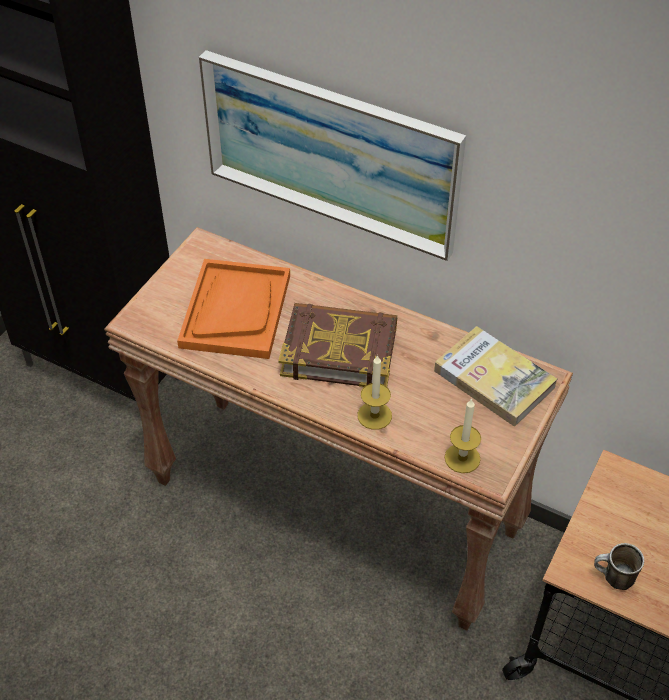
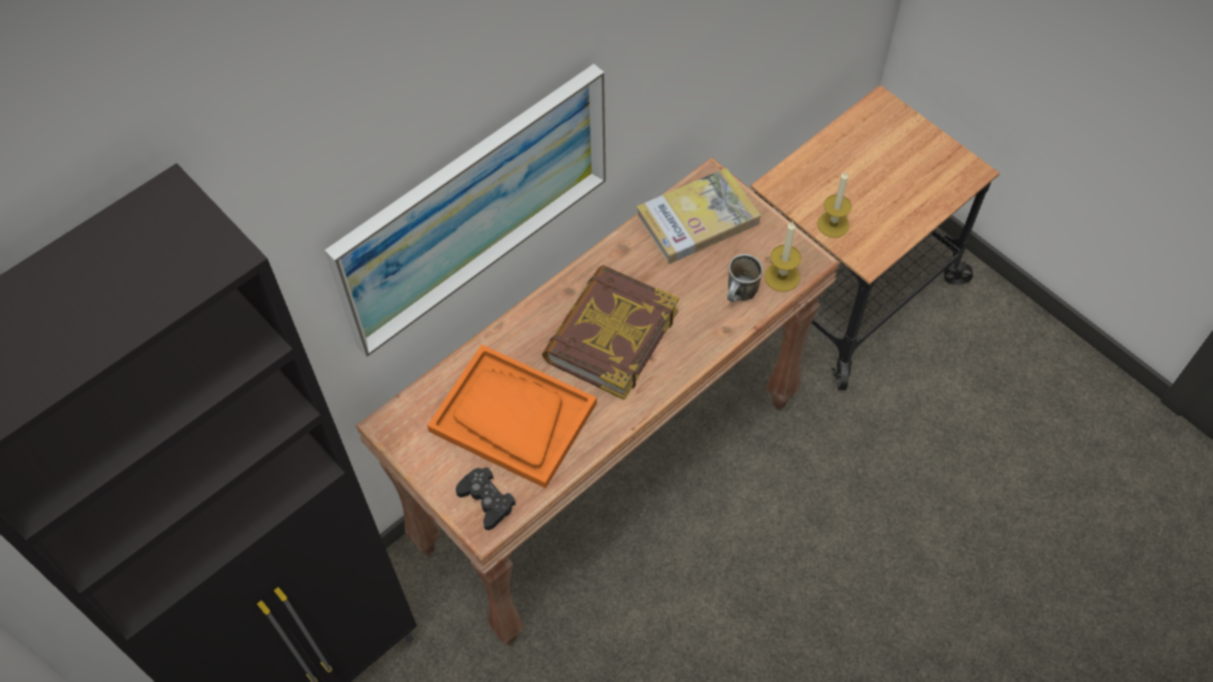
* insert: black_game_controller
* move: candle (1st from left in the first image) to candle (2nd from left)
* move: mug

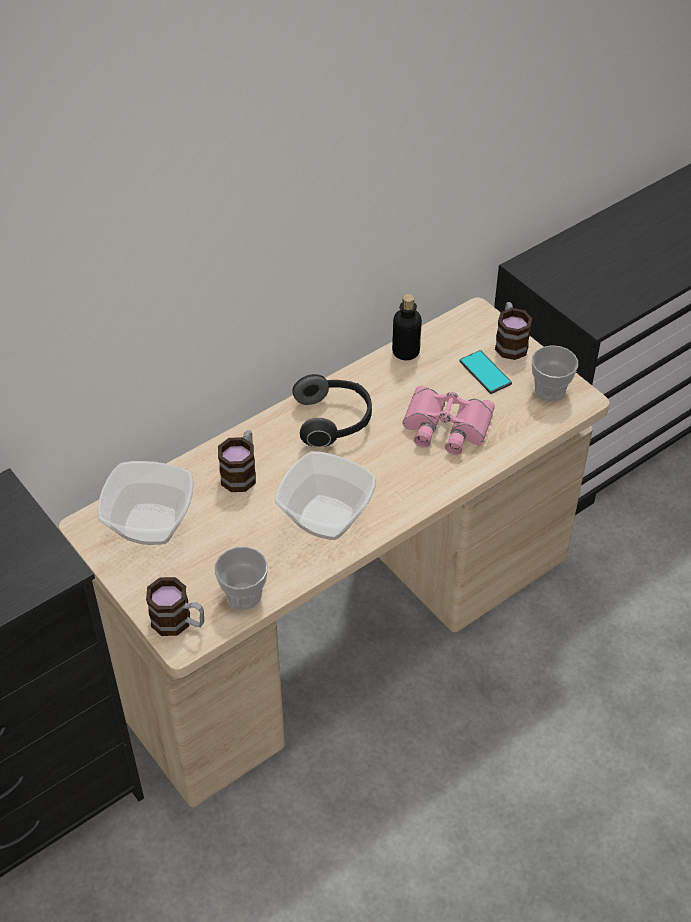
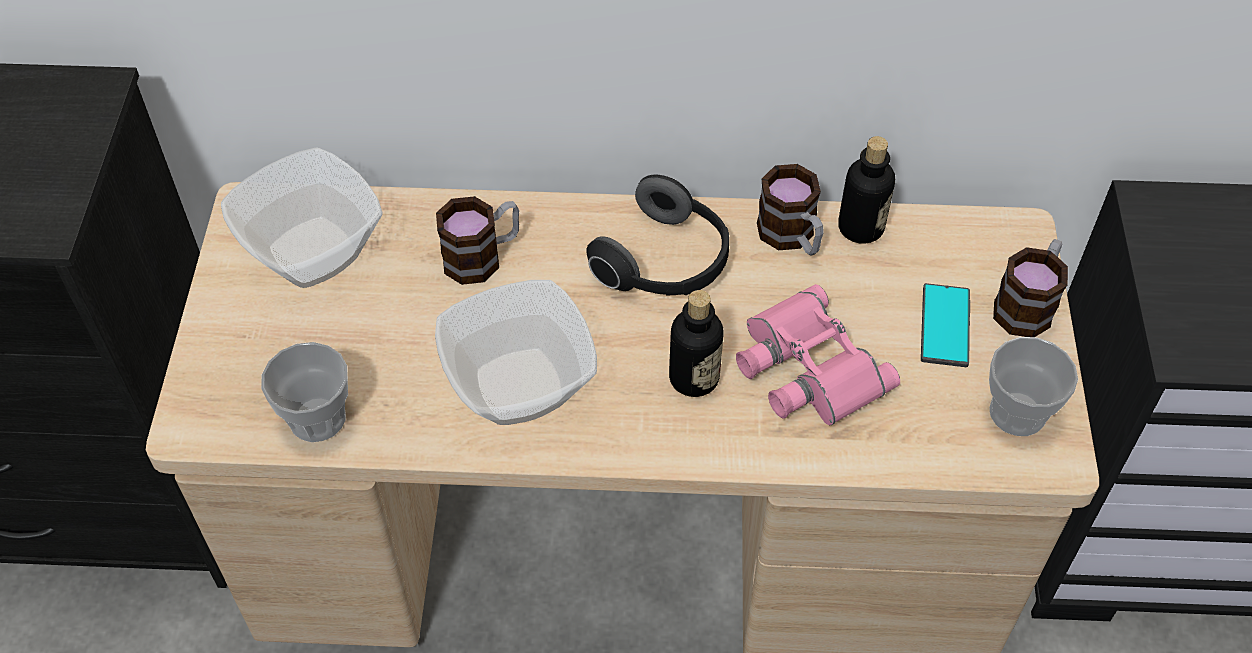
* insert: bottle (1st from left)
* move: mug (1st from left in the first image) to mug (2nd from left)

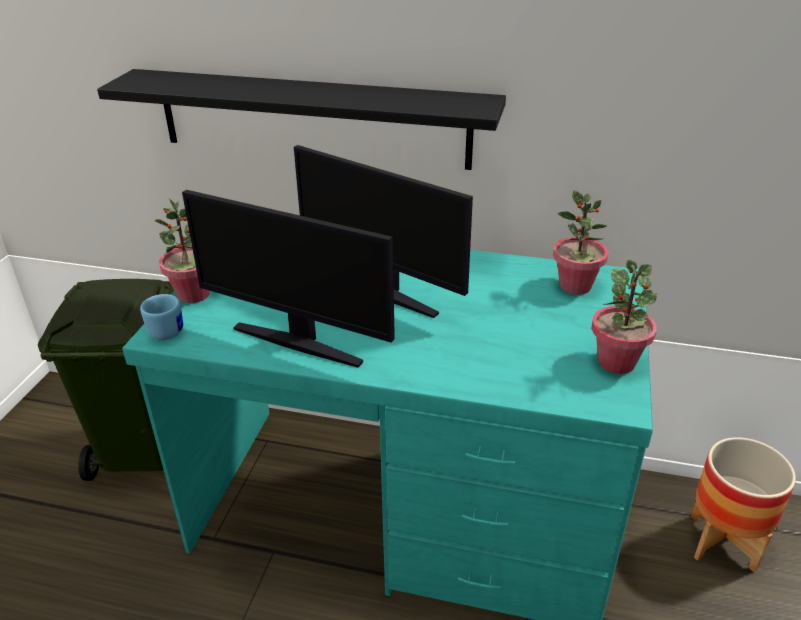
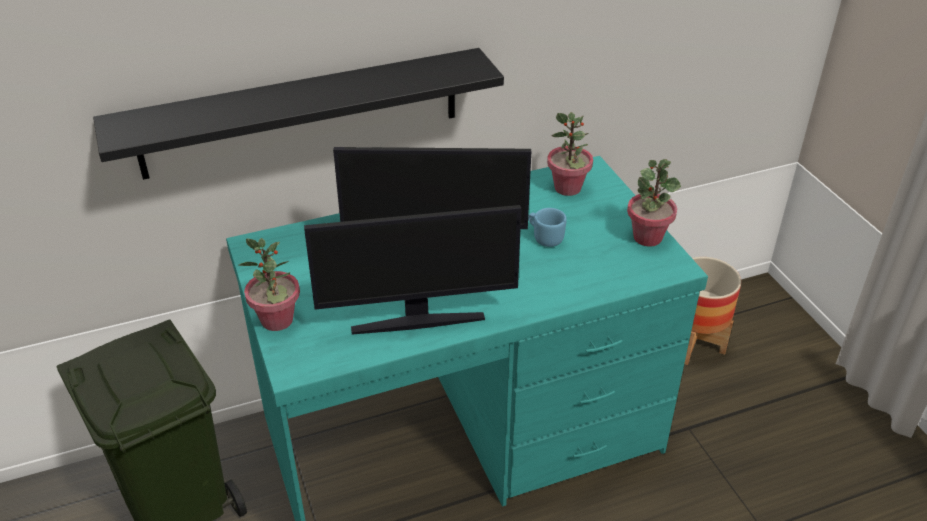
* move: blue_mug

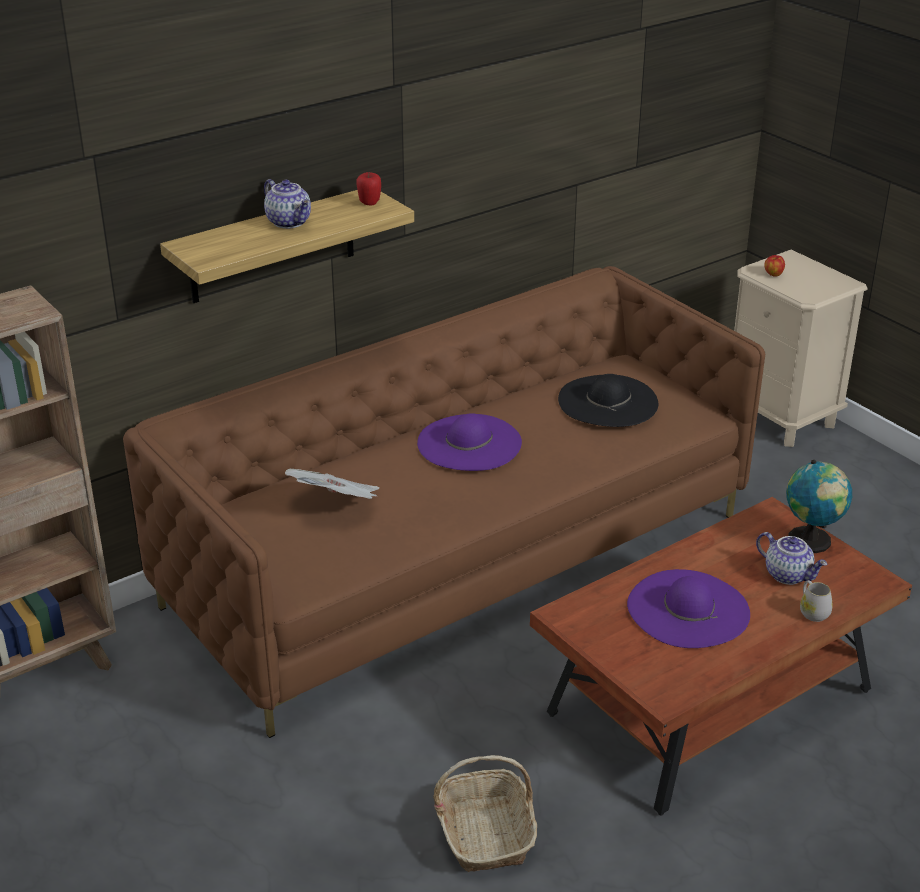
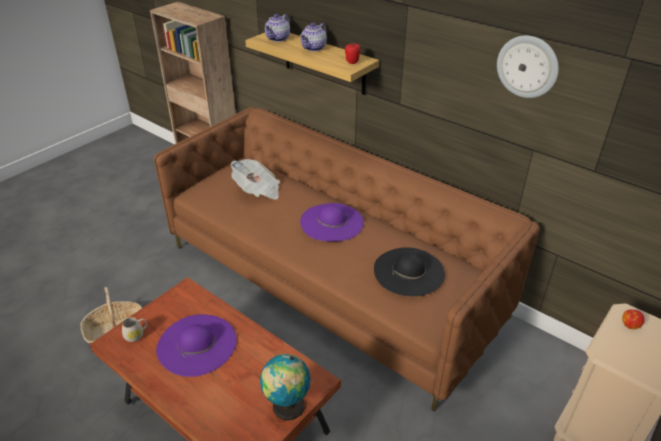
* insert: wall_clock
* move: teapot (2nd from left in the first image) to teapot (1st from left)
* move: white_mug

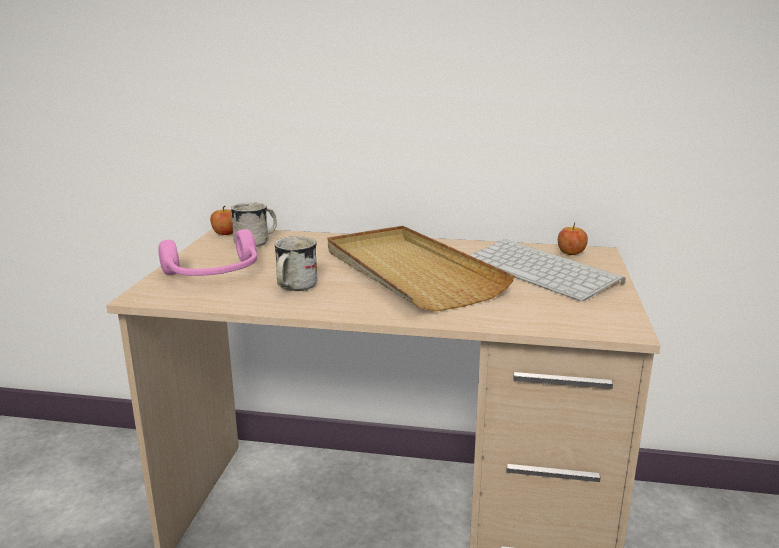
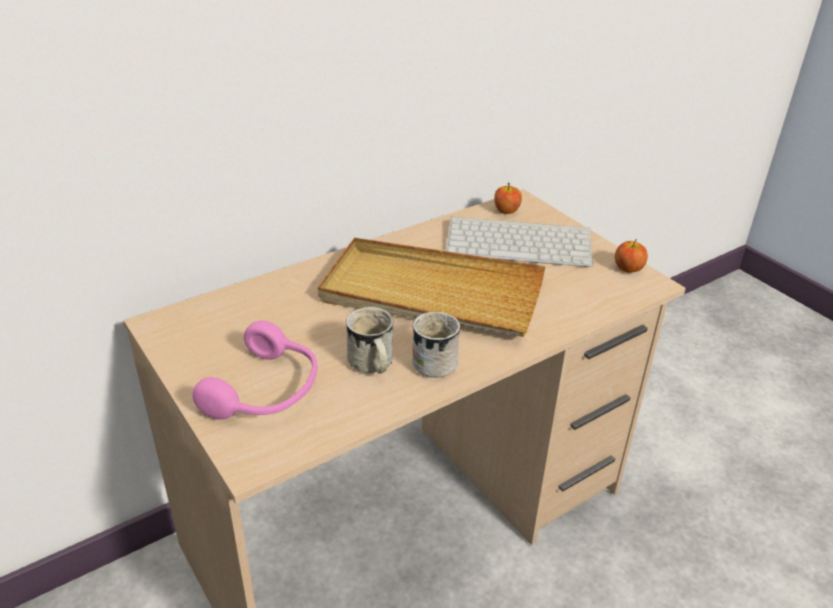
* move: apple (1st from left in the first image) to apple (2nd from left)
* move: white_mug (1st from left in the first image) to white_mug (2nd from left)

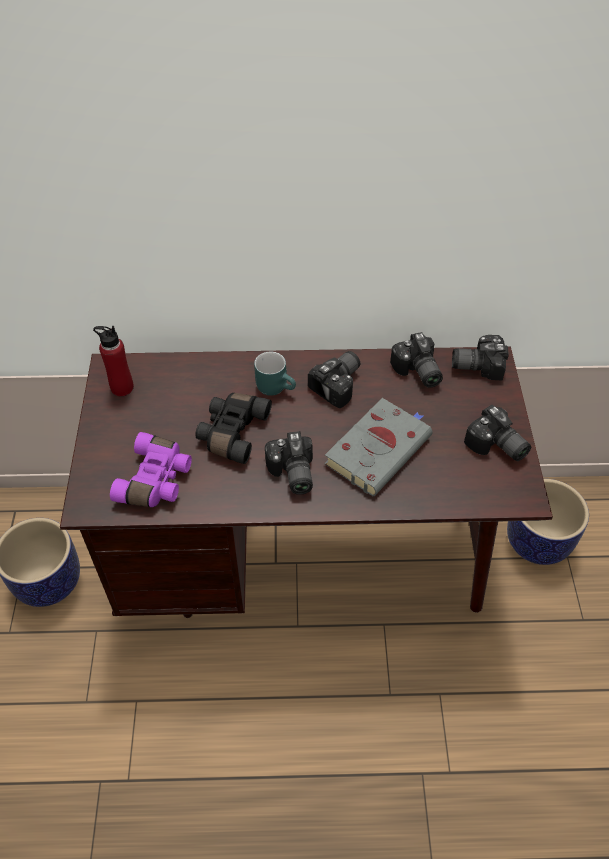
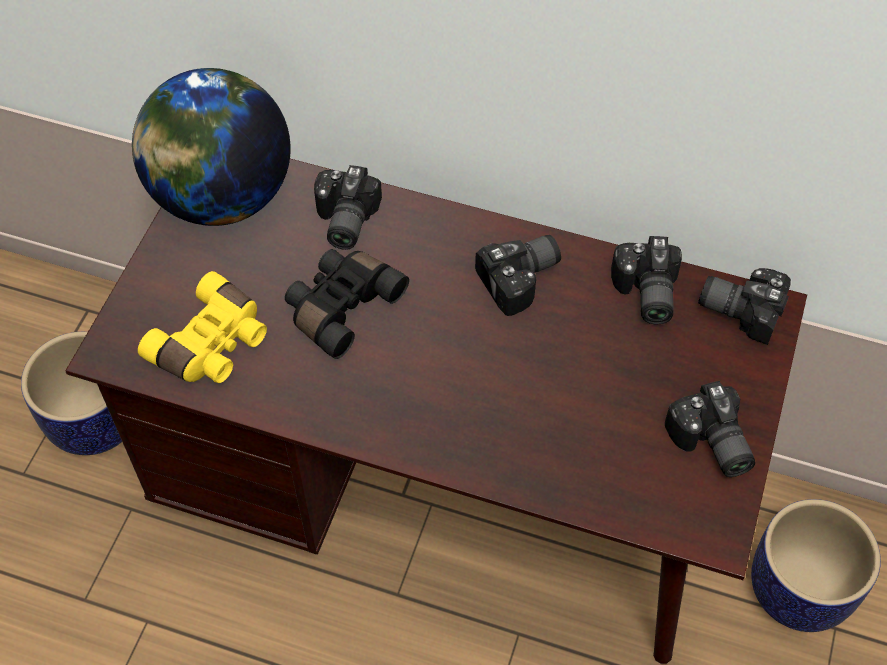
* delete: turquoise_mug
* delete: grey_book
* move: photo_camera (1st from left)
* replace: red_bottle to globe
* recolor: purple_binoculars to yellow_binoculars

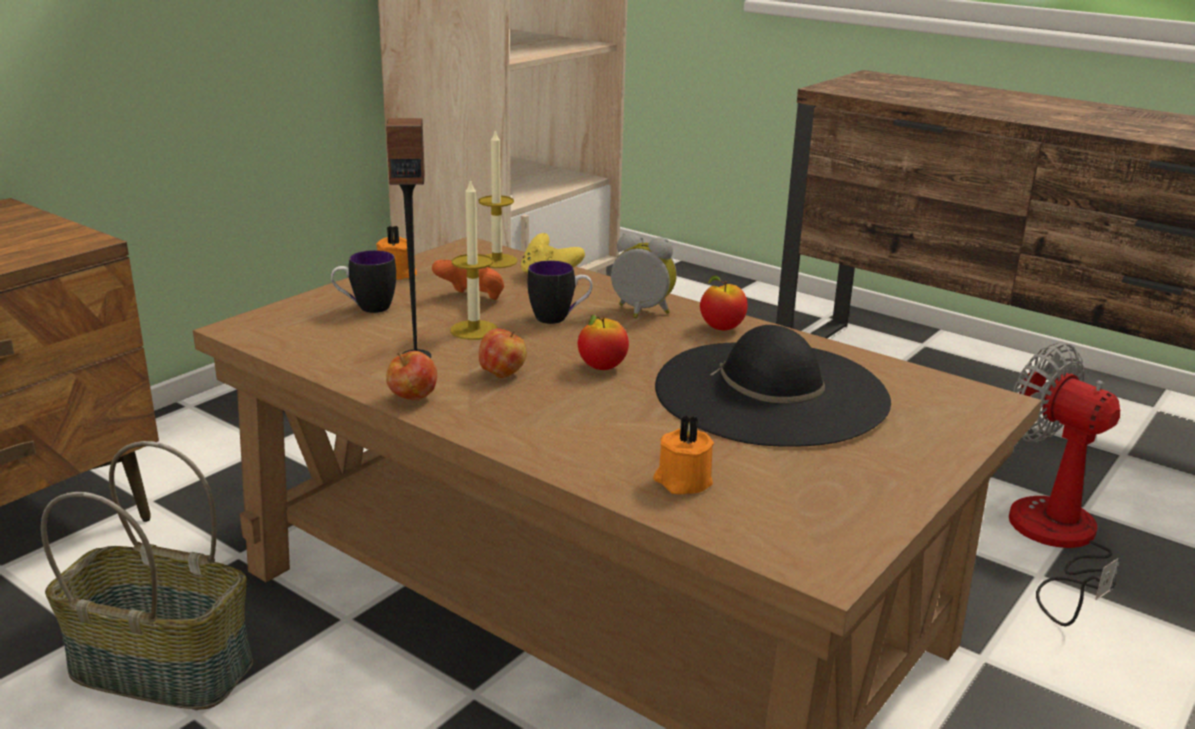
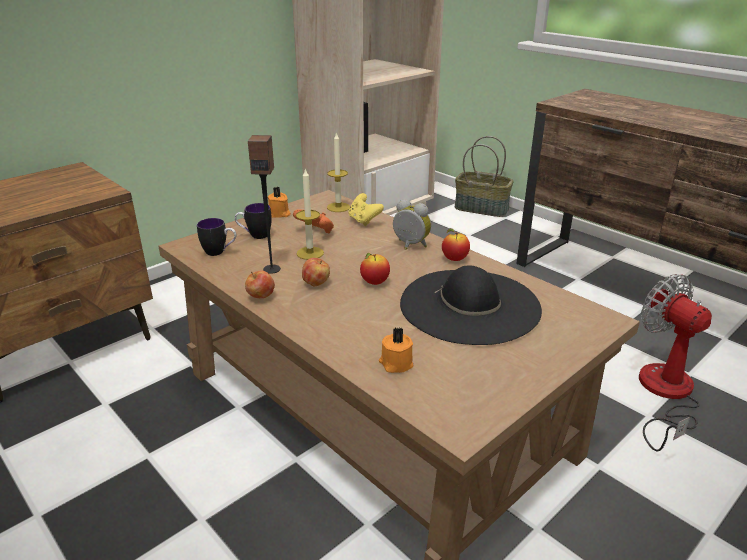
* move: basket
* move: mug (2nd from left in the first image) to mug (1st from left)

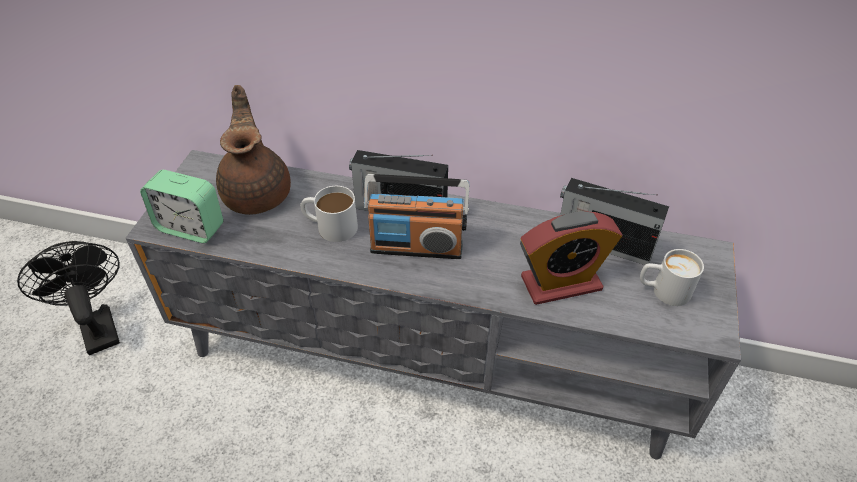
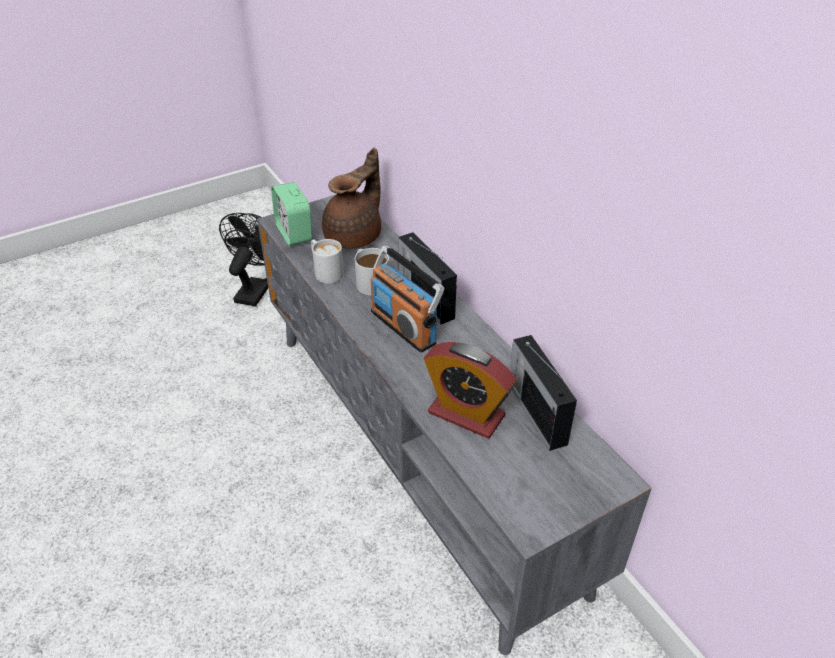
* move: white_mug (2nd from left in the first image) to white_mug (1st from left)

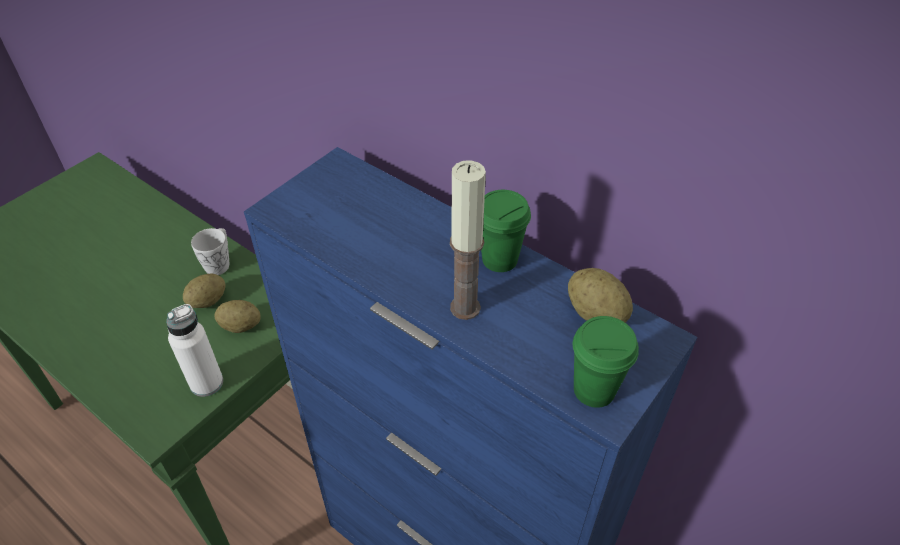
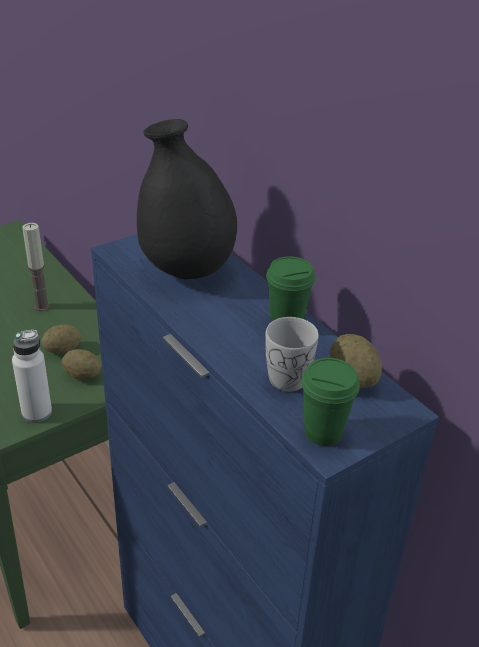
* insert: black_vase
* move: white_mug
* move: candle

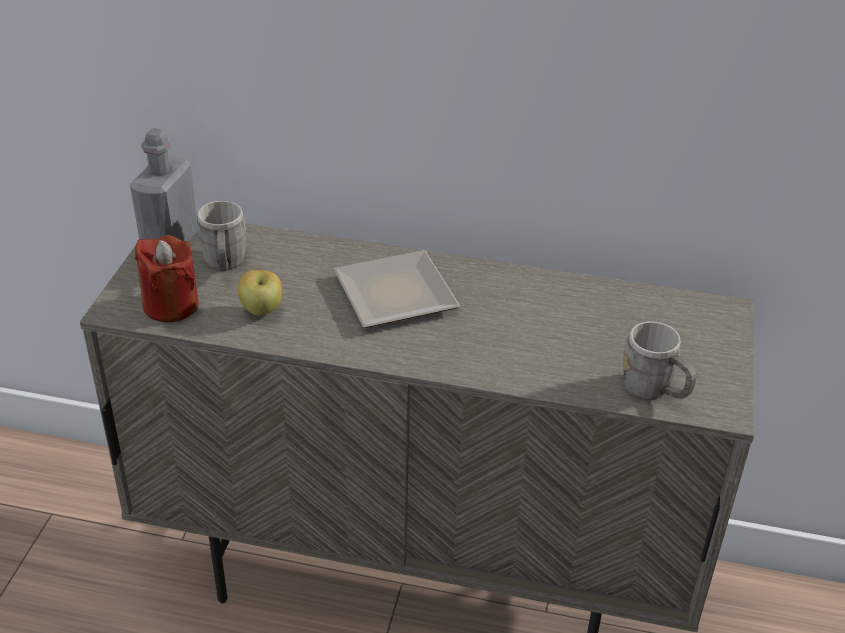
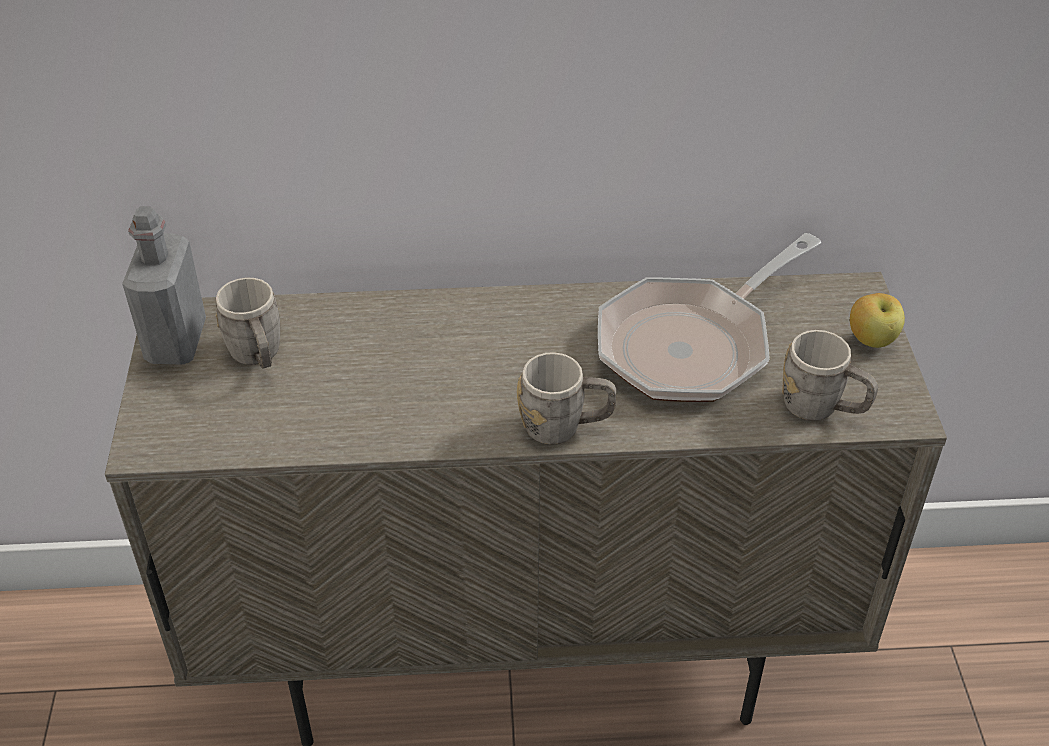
* delete: red_candle
* delete: plate
* insert: grey_mug (2nd from left)
* insert: frying_pan
* move: apple

